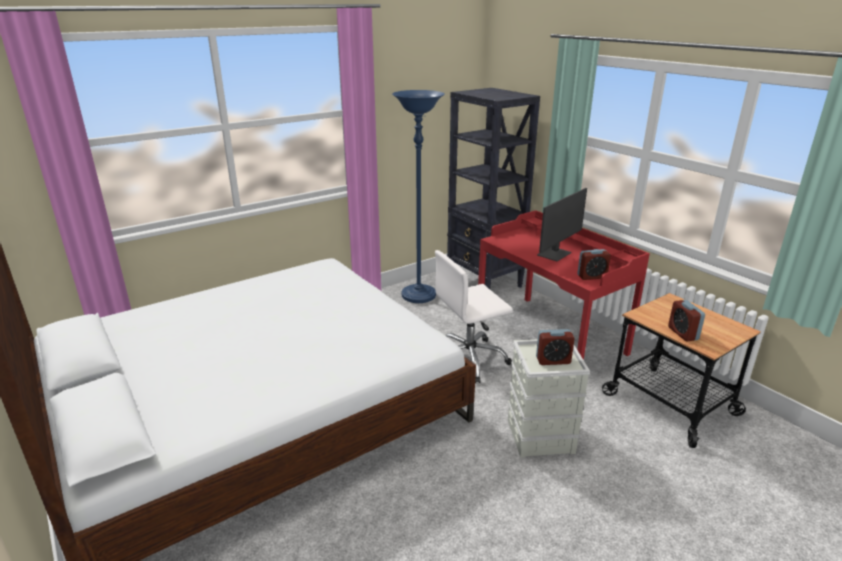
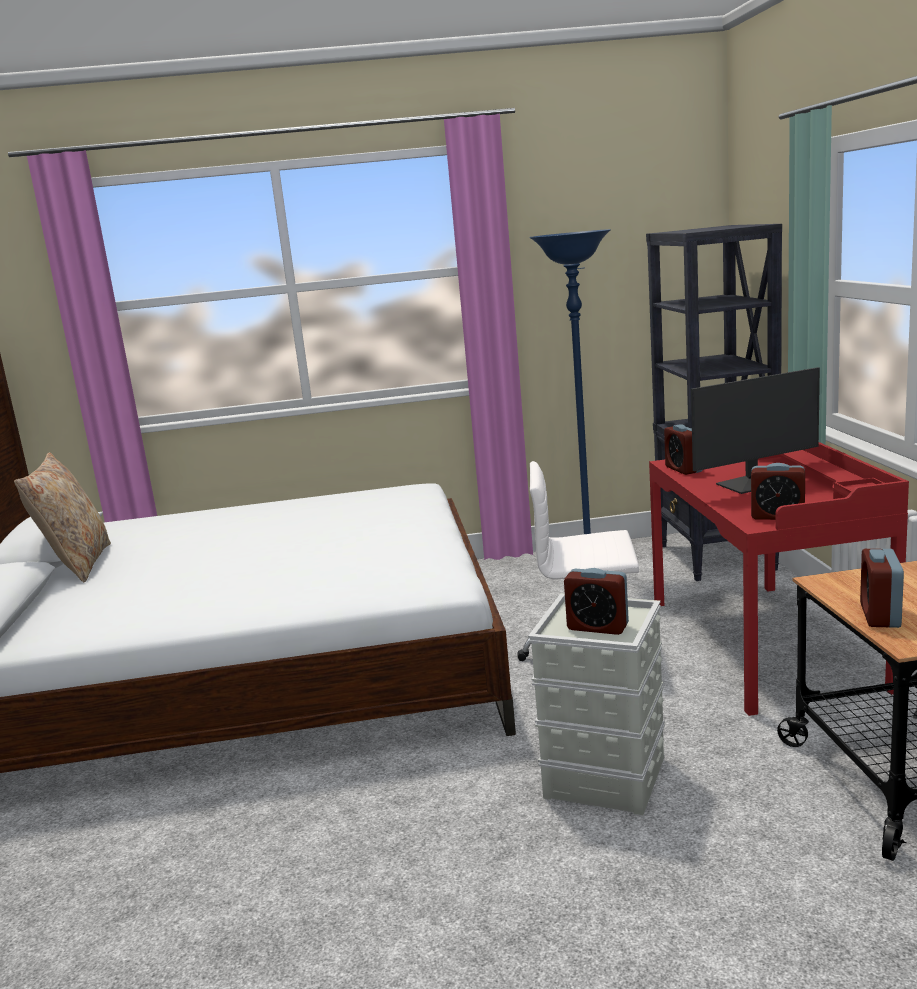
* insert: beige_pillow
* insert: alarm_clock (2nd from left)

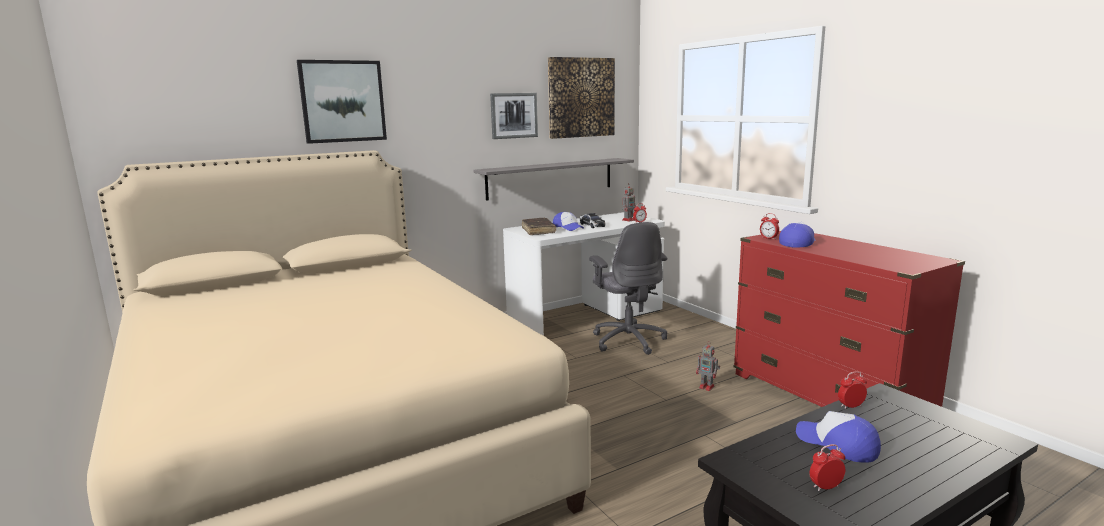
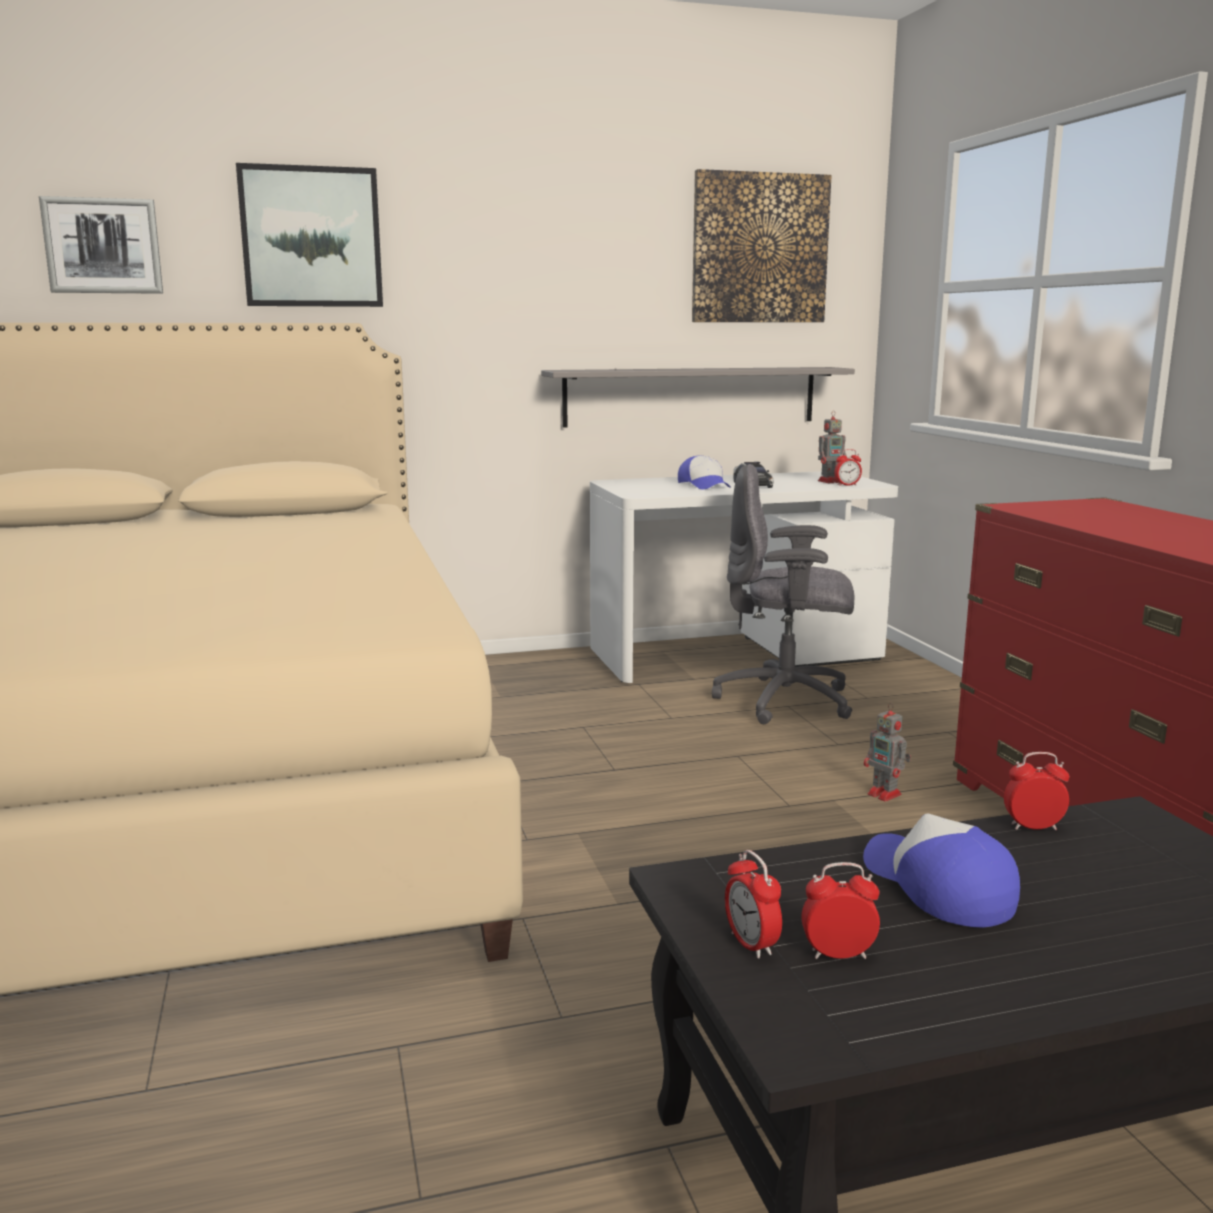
* delete: brown_book
* delete: cap (2nd from left)
* move: picture (2nd from left in the first image) to picture (1st from left)
* move: alarm_clock (2nd from left in the first image) to alarm_clock (1st from left)
* rotate: grey_office_chair 105 degrees clockwise

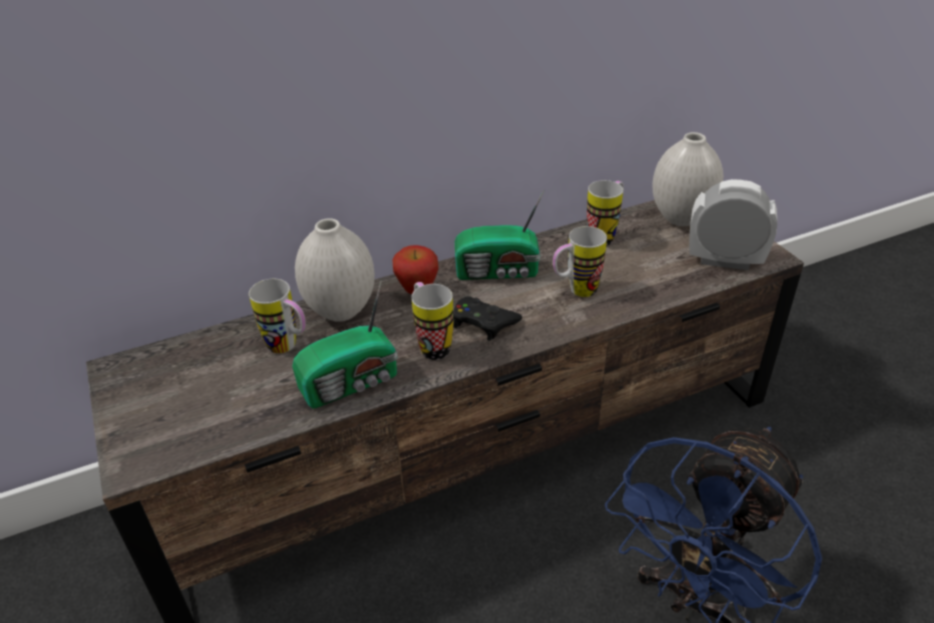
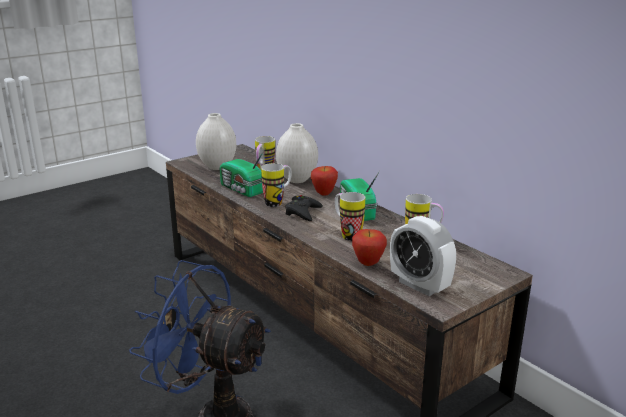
* insert: apple (2nd from left)
* move: white_vase (2nd from left in the first image) to white_vase (1st from left)
* rotate: alarm_clock 135 degrees clockwise

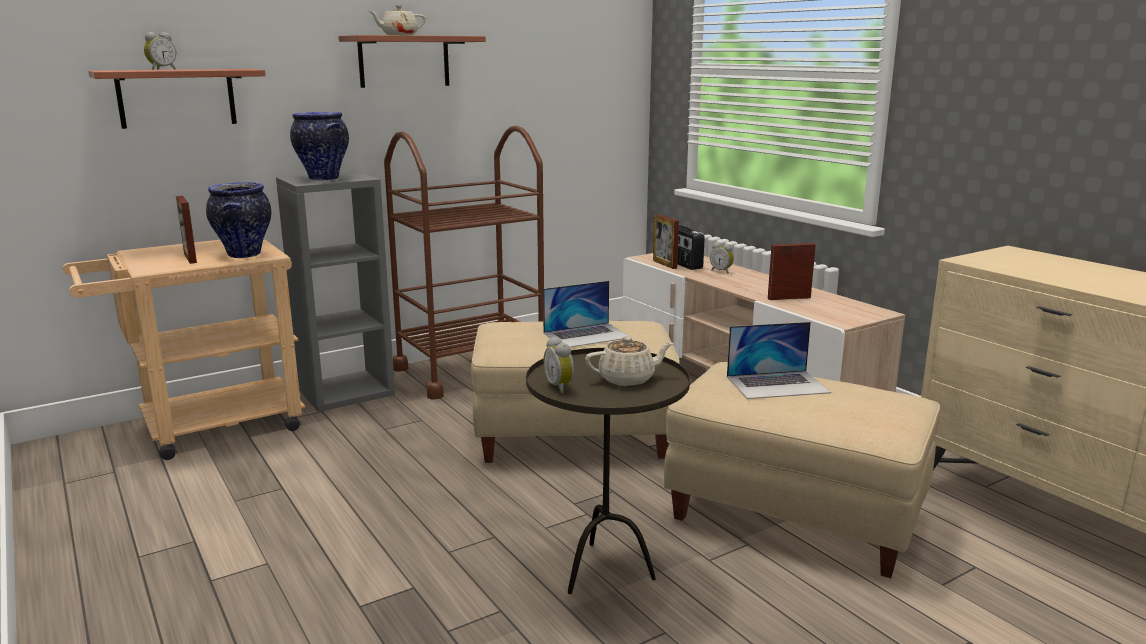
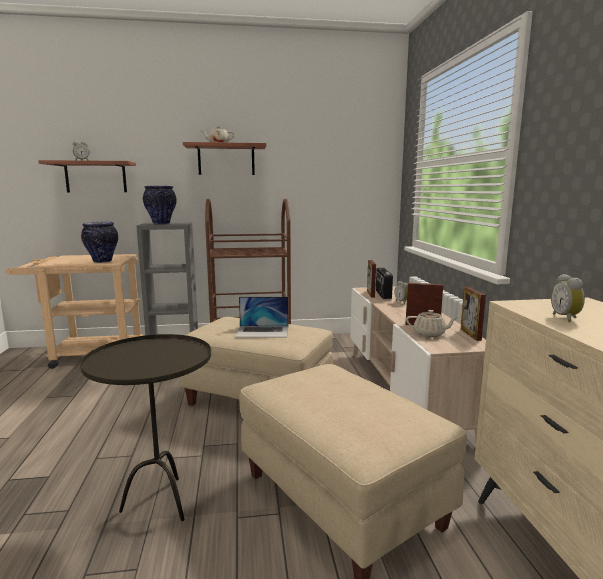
* delete: laptop (2nd from left)
* move: picture_frame (1st from left in the first image) to picture_frame (3rd from left)
* move: alarm_clock (2nd from left in the first image) to alarm_clock (3rd from left)
* move: beige_teapot (2nd from left)

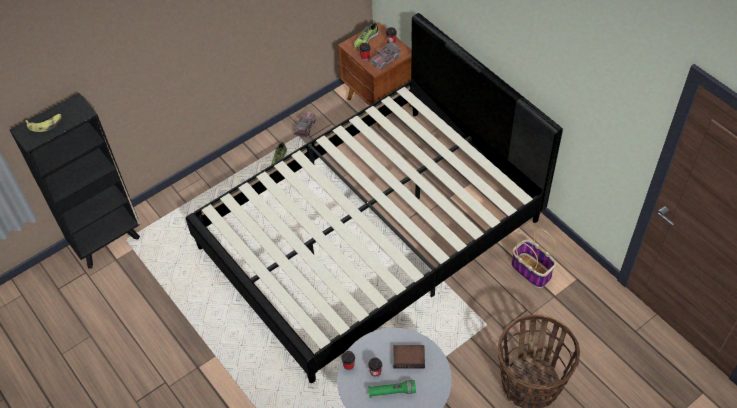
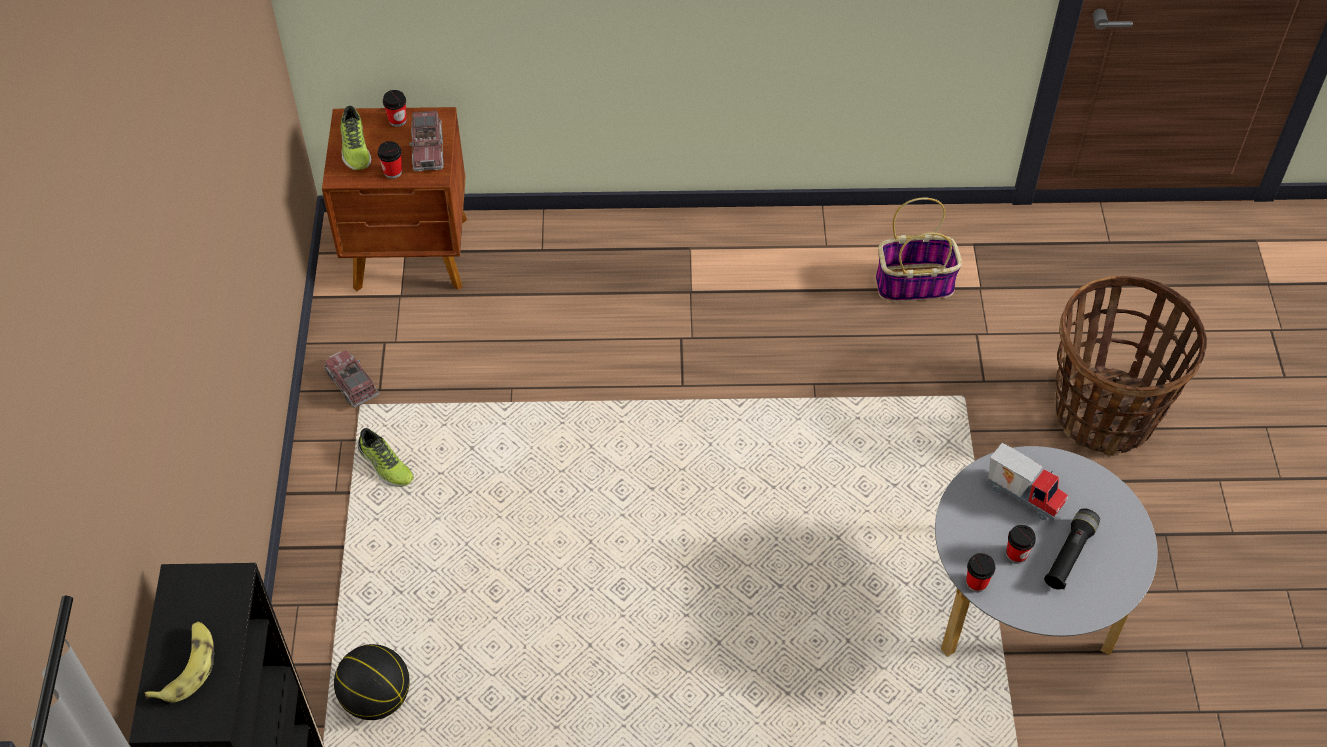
* delete: black_bed
* insert: basketball
* replace: book to toy_truck (3rd from left)
* recolor: green_flashlight to black_flashlight

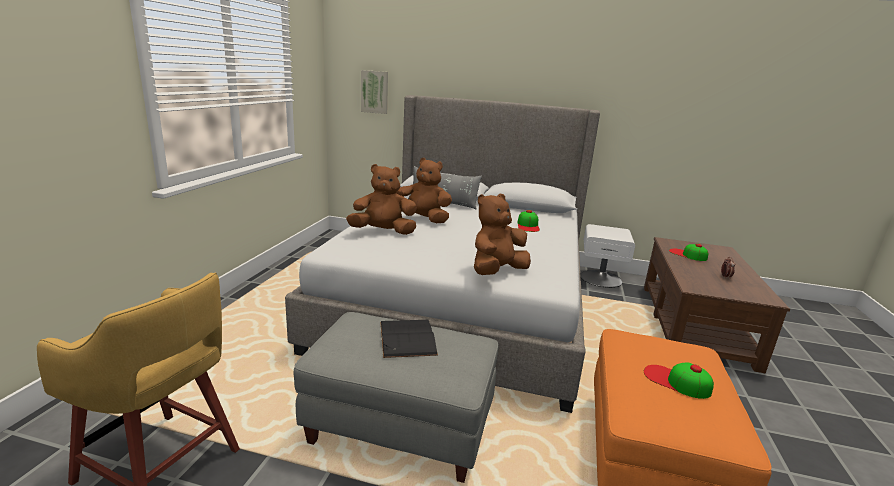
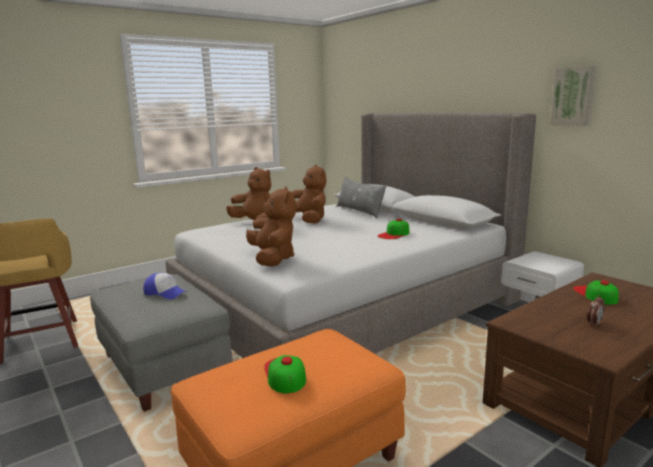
* move: picture
* replace: black_book to cap (1st from left)
* rotate: brown_plush_toy (3rd from left in the first image) 75 degrees clockwise

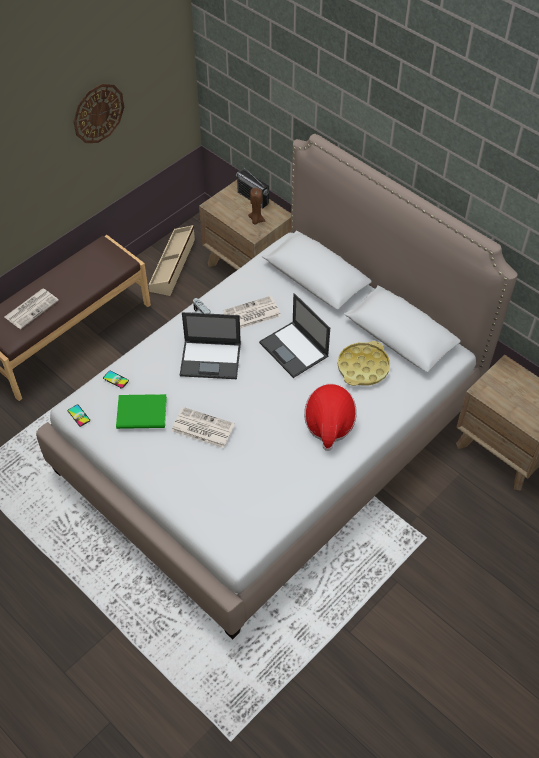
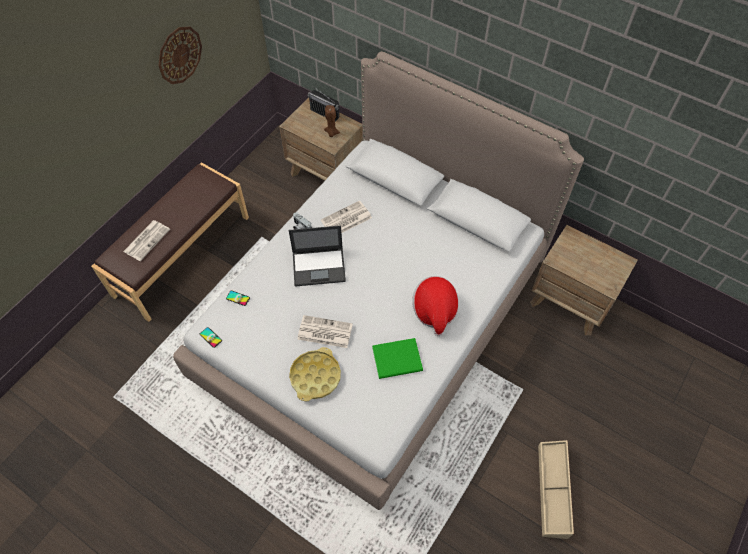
* delete: laptop (2nd from left)
* move: green_book
* move: beige_storage_box
* move: yellow_tray

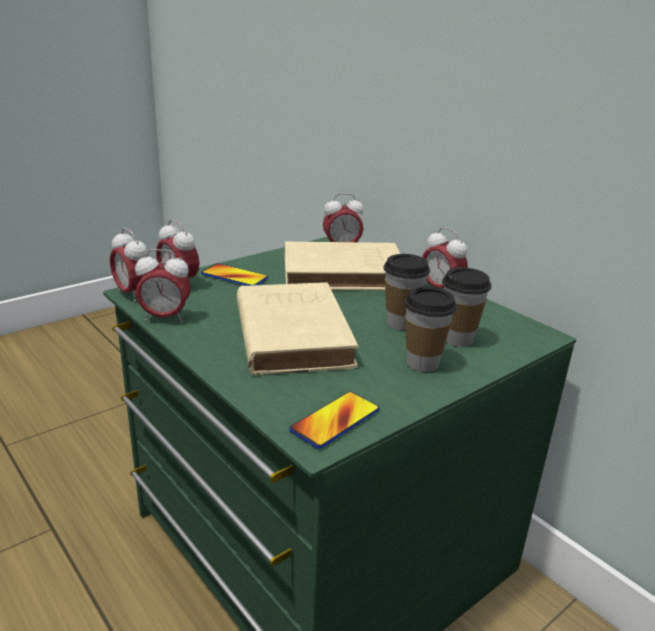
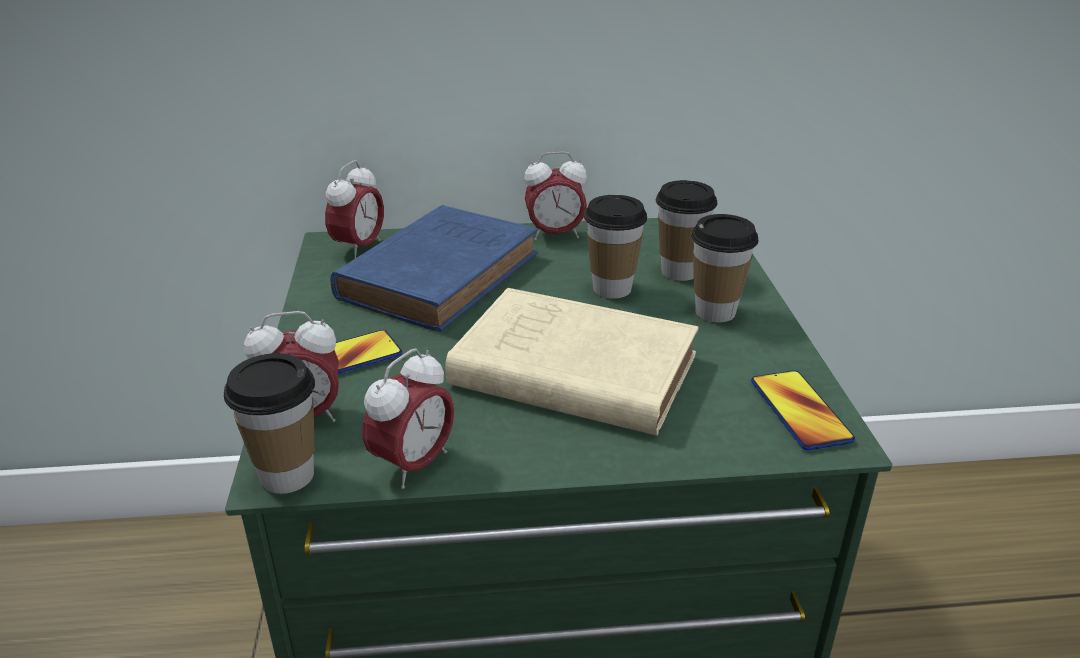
* replace: alarm_clock (1st from left) to cup (1st from left)
* recolor: beige_book (2nd from left) to blue_book

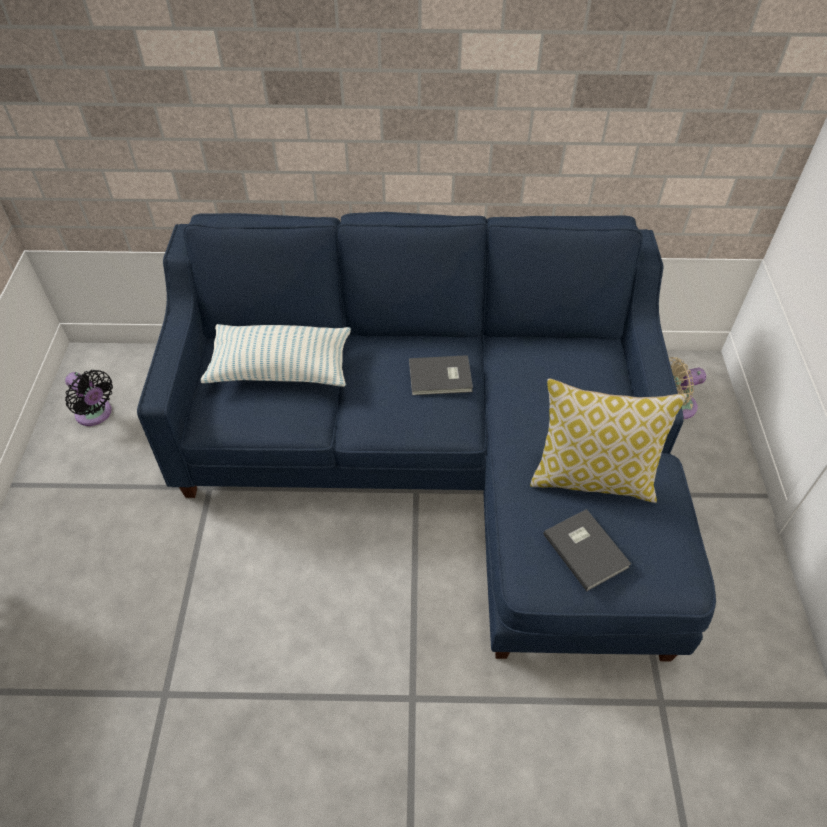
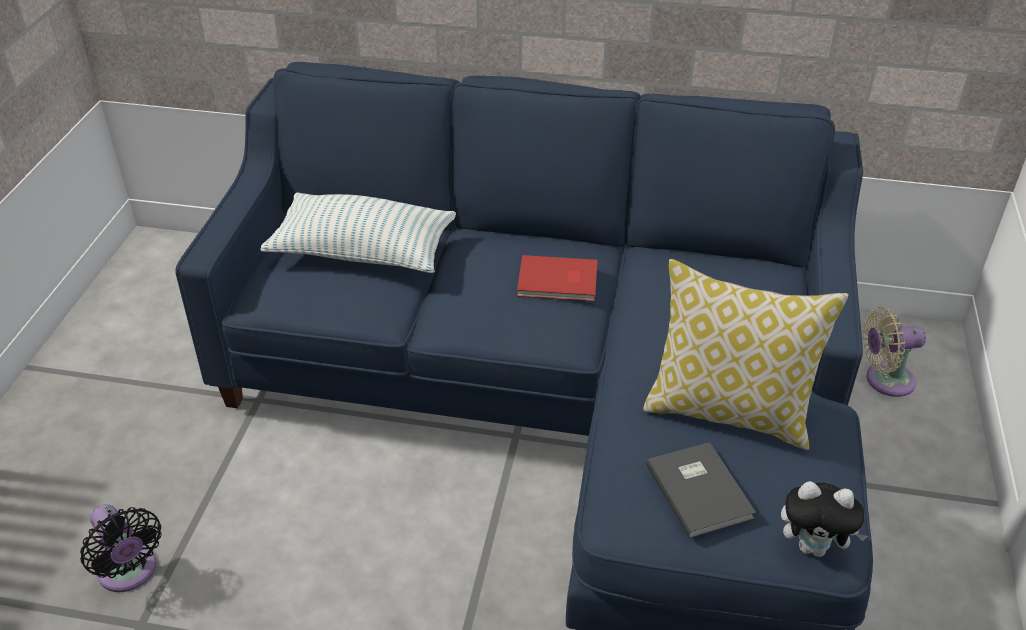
* insert: plush_toy
* move: black_fan
* recolor: grey_book (1st from left) to red_book

